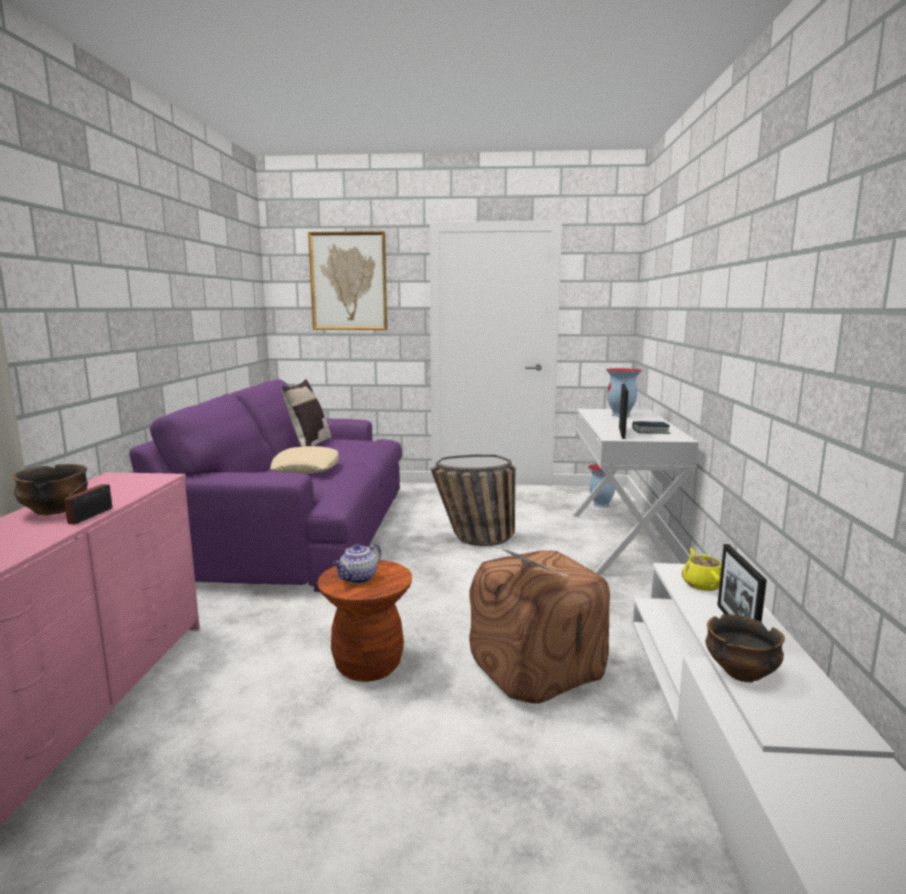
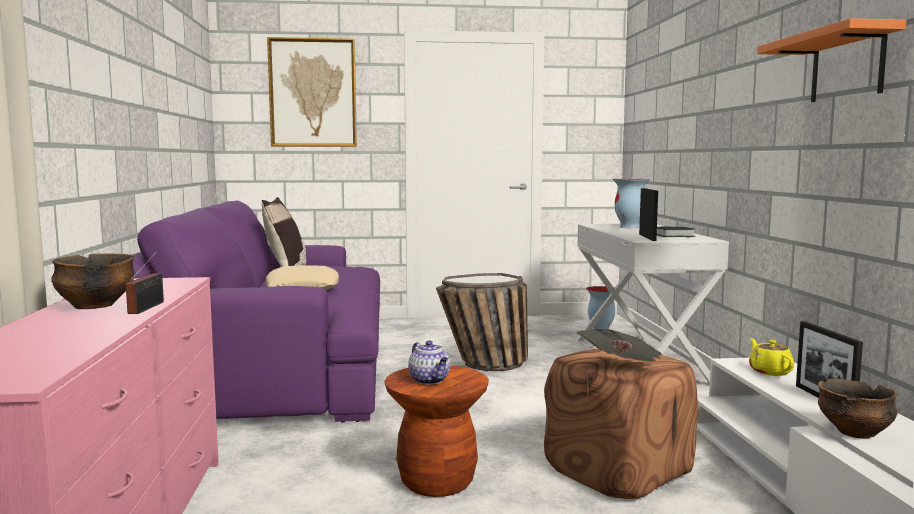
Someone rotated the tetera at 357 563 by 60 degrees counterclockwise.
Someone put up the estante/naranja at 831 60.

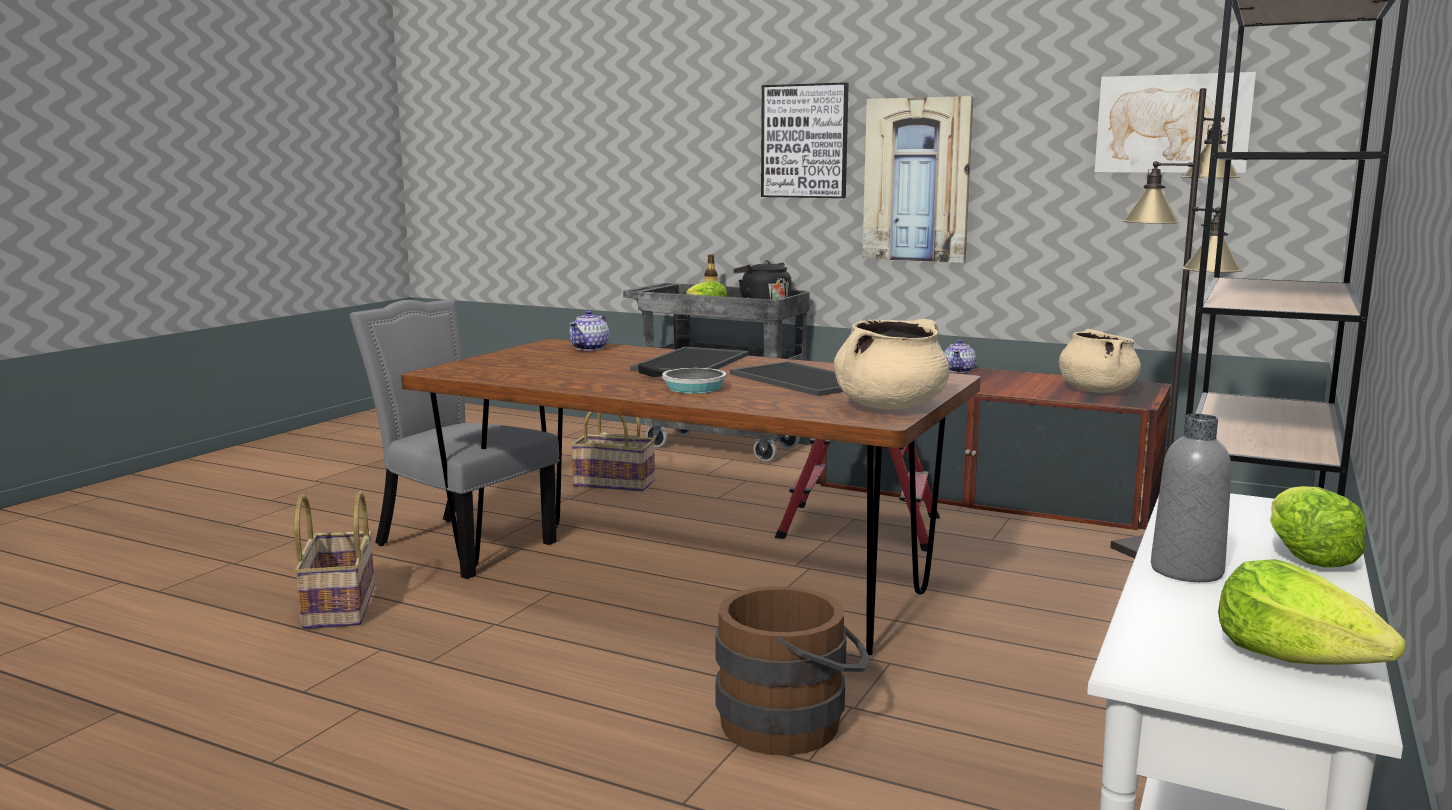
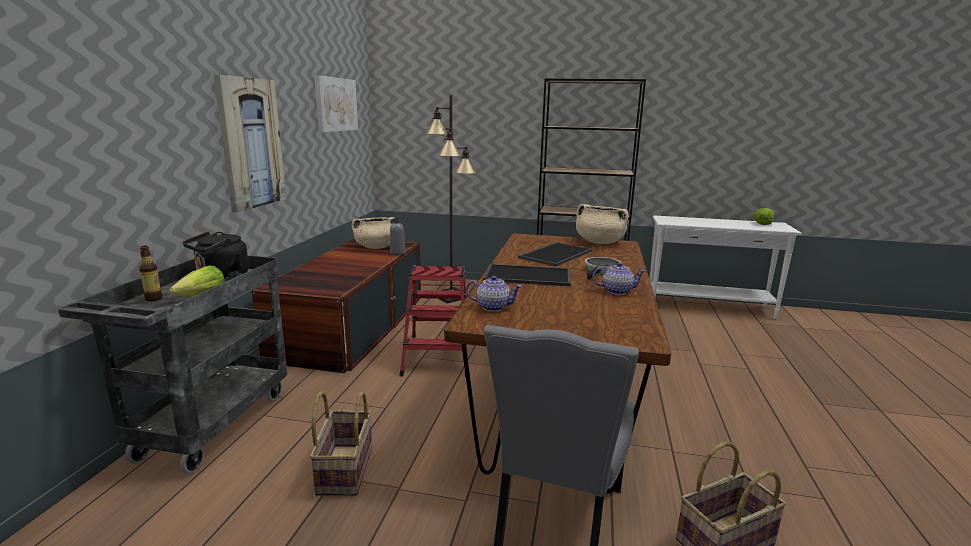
Someone took away the cuadro at 805 140.
Someone carried the tetera from 960 356 to 619 278.
Someone carried the botella/gris from 1191 498 to 397 236.
Someone took away the lechuga at 1318 527.
Someone took away the cubo/marrón at 792 671.

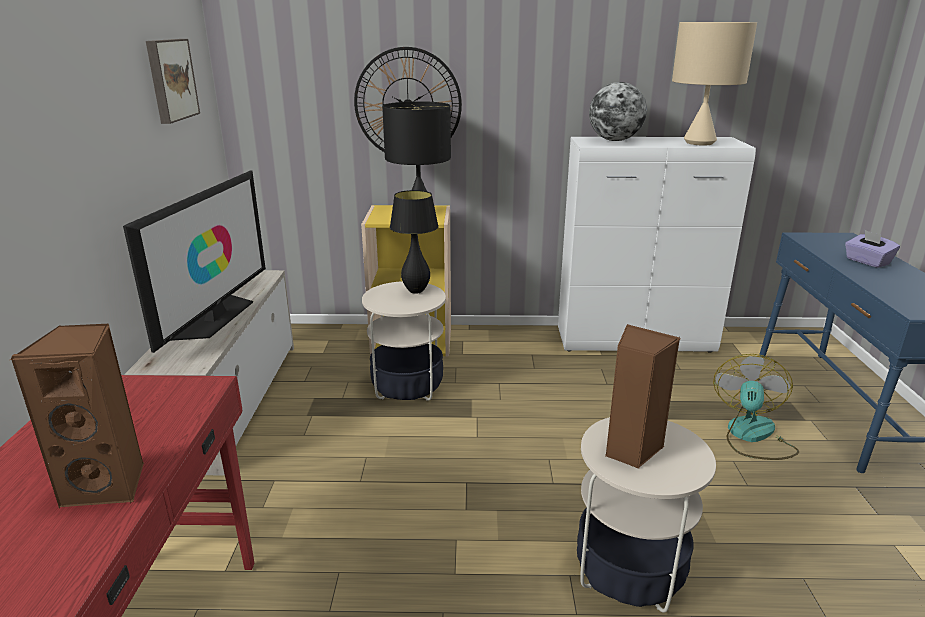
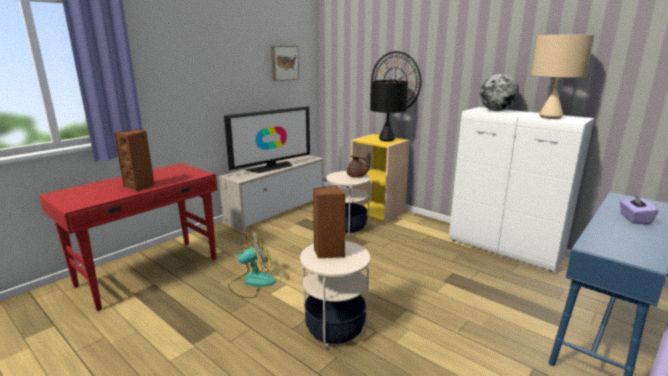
Someone swapped the lámpara de mesa/negro at 414 242 for the tetera/marrón at 359 165.
Someone carried the ventilador from 756 407 to 252 264.

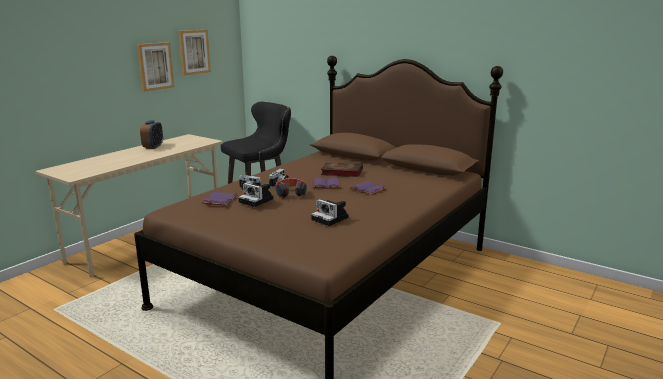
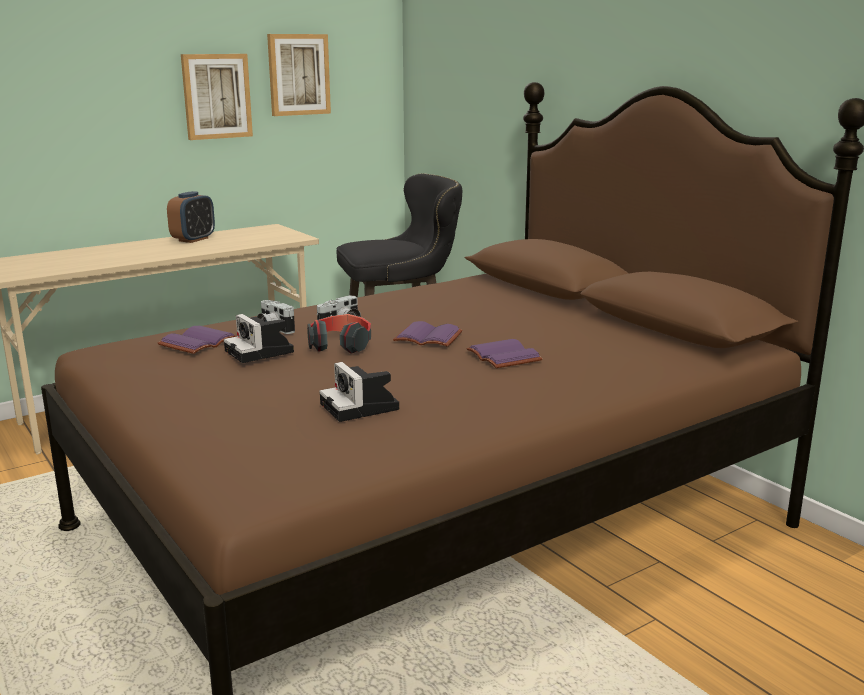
Someone took away the libro at 342 169.

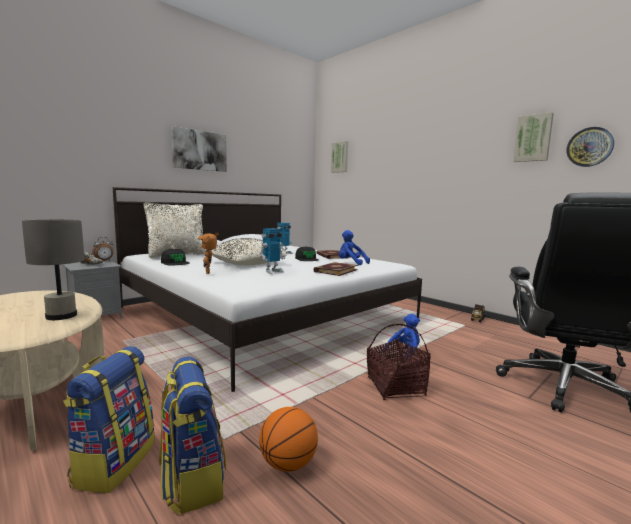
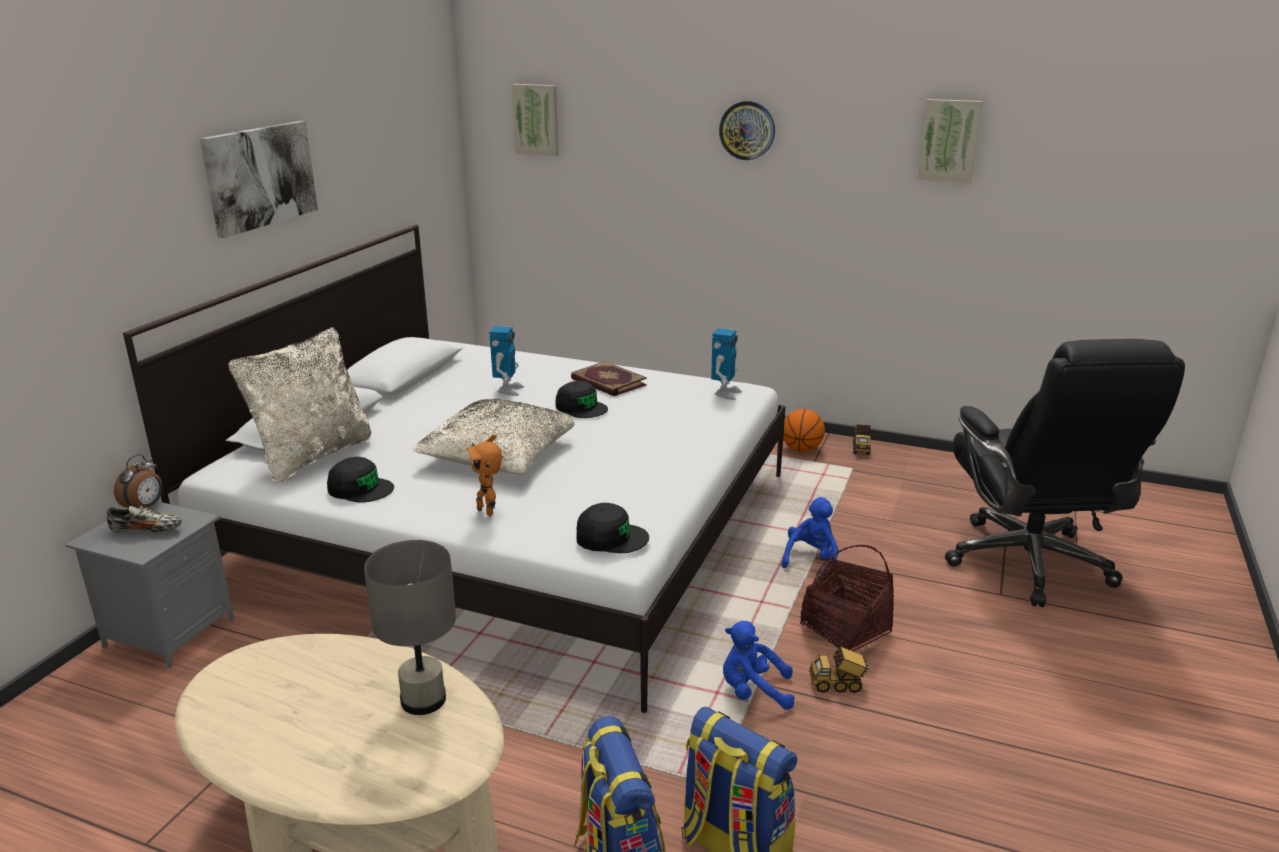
Someone carried the reloj de pared from 590 147 to 747 130.
Someone carried the robot de juguete from 272 251 to 726 364.
Someone carried the peluche/azul from 354 248 to 759 665.
Someone took away the libro at 335 269.
Someone carried the balón de baloncesto from 288 439 to 804 430.
Someone put down the gorra/negro at 612 528.
Someone put down the camión de juguete at 839 669.

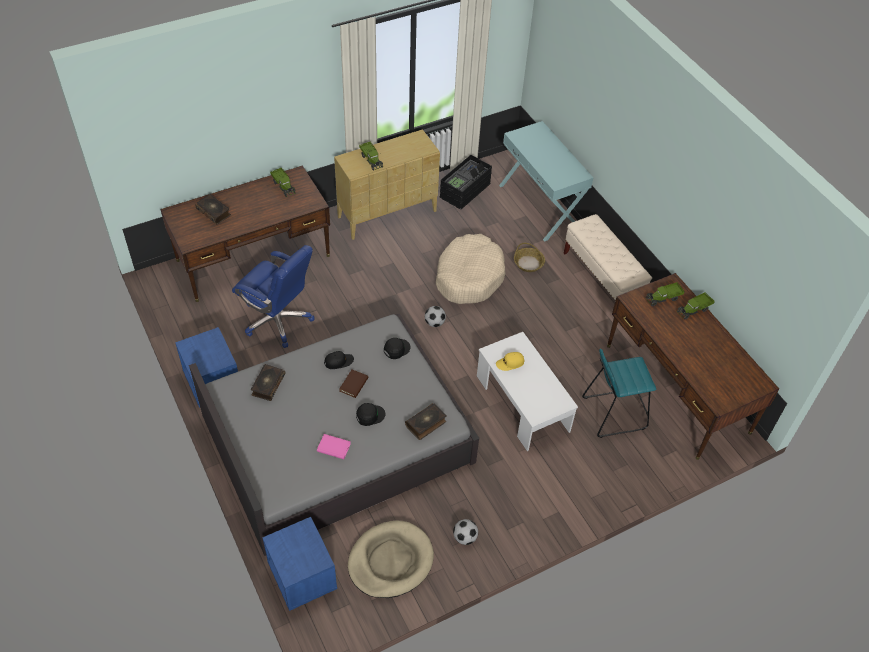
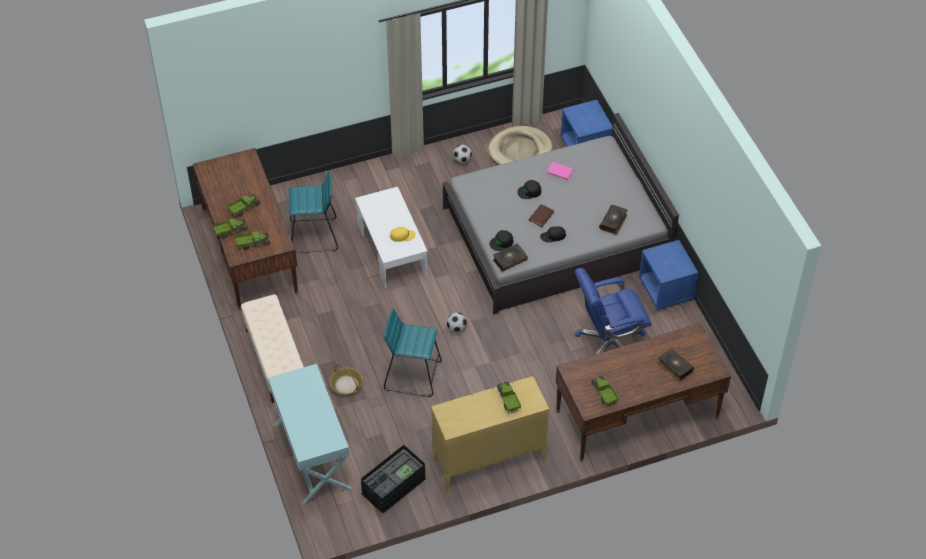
Someone swapped the cama para perro/beis at 470 269 for the taburete/turquesa at 413 352.
Someone rotated the silla de oficina/azul at 273 296 by 60 degrees counterclockwise.
Someone carried the libro from 425 421 to 510 257.
Someone put down the camión de juguete at 244 205.

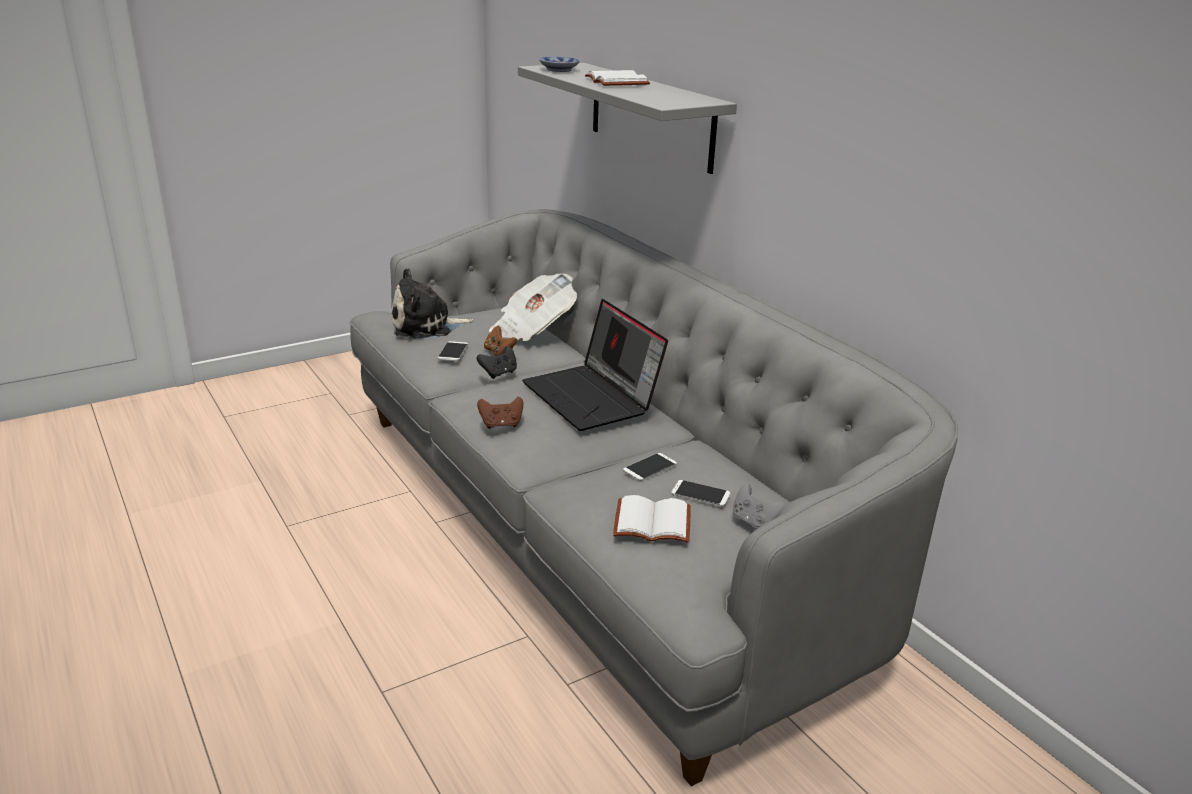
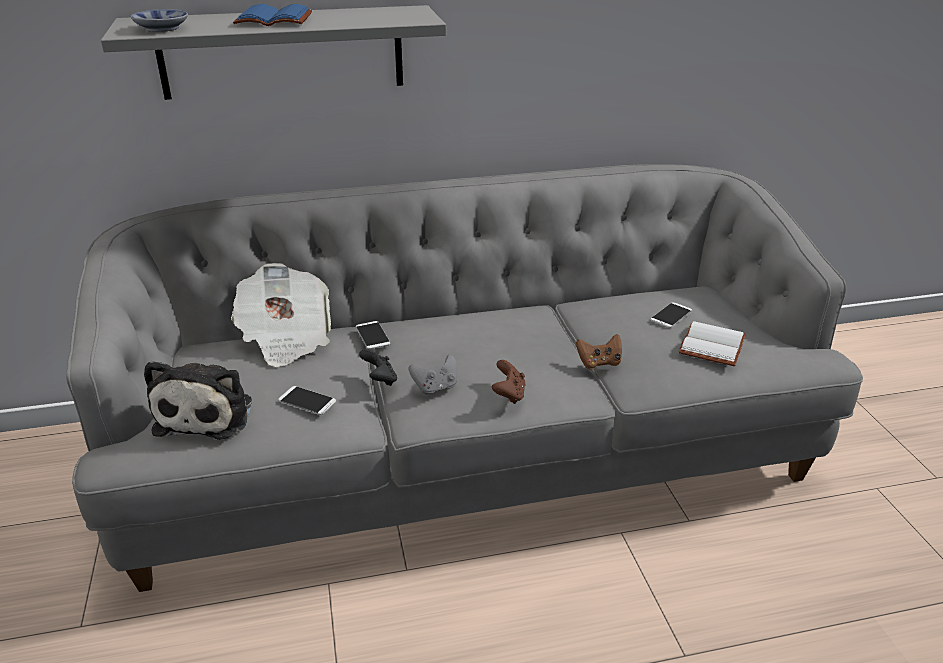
Someone repainted the libro/blanco at 617 78, which became the libro/azul at 272 15.
Someone took away the portátil at 595 365.
Someone carried the mando de consola/marrón from 500 341 to 599 351.
Someone carried the móvil from 650 467 to 373 335.
Someone carried the mando de consola/gris from 759 506 to 432 375.

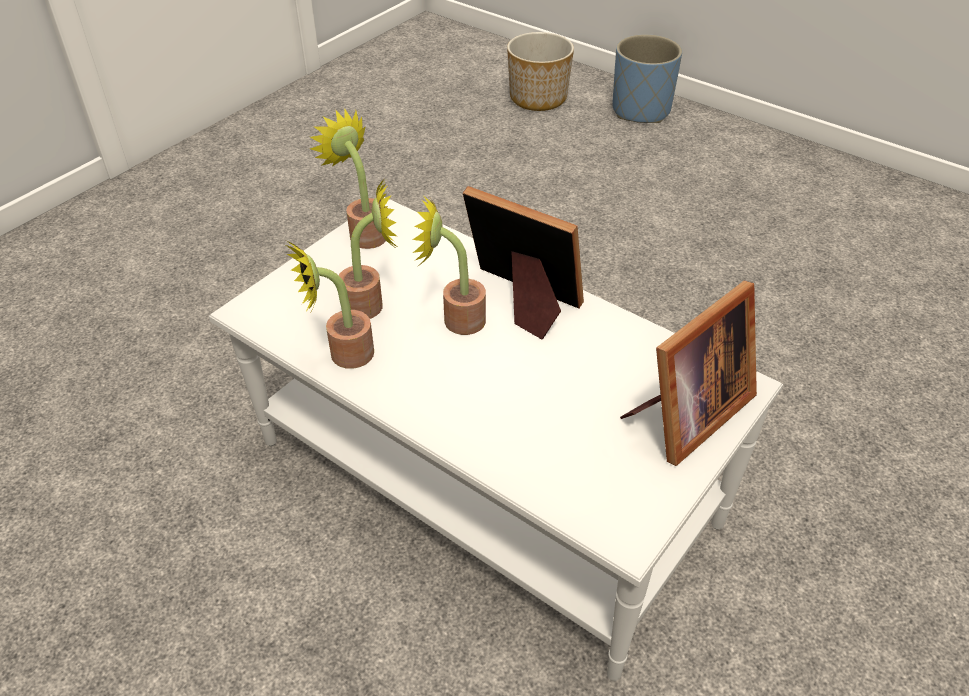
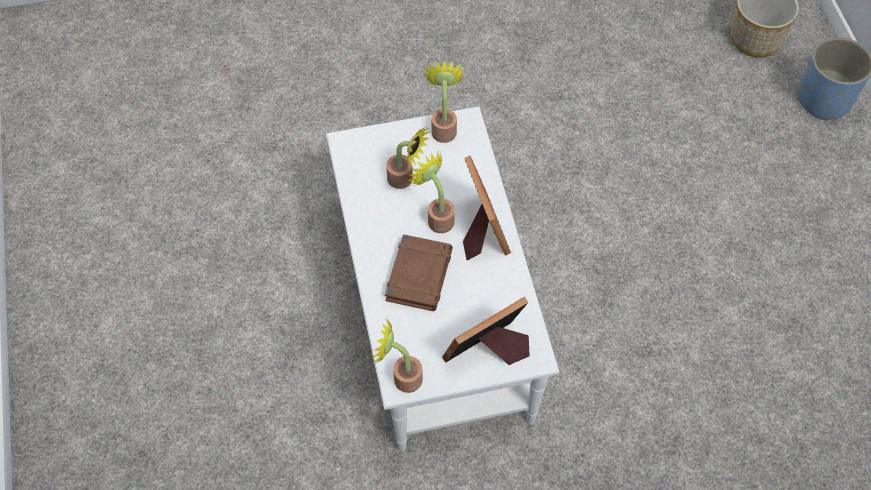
Someone carried the planta en maceta from 330 304 to 397 355.
Someone rotated the portarretratos at 688 373 by 150 degrees clockwise.
Someone put down the libro/marrón at 419 272.

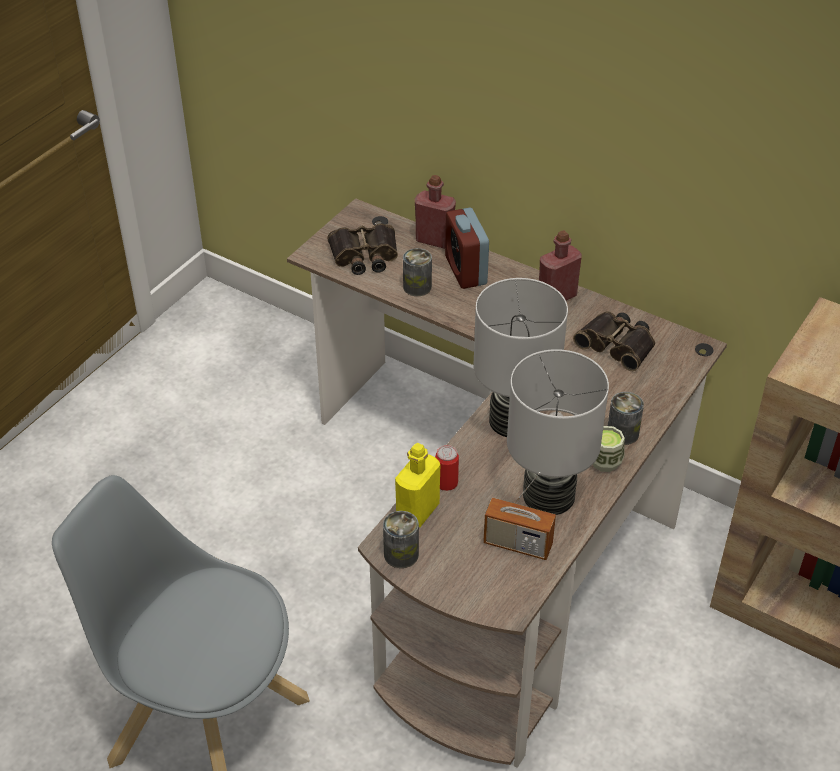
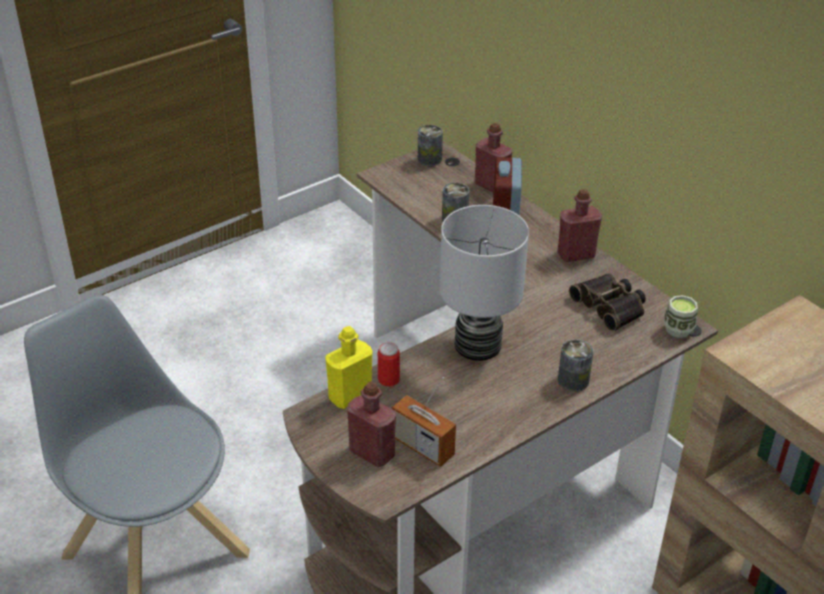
Someone took away the prismáticos at 362 249.
Someone took away the lámpara de mesa/gris at 558 432.
Someone carried the taza from 609 449 to 681 316.
Someone carried the lata from 401 539 to 430 145.
Someone put down the botella/rojo at 371 424.

